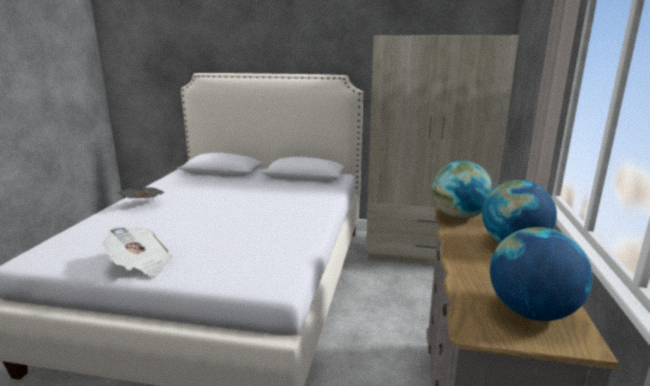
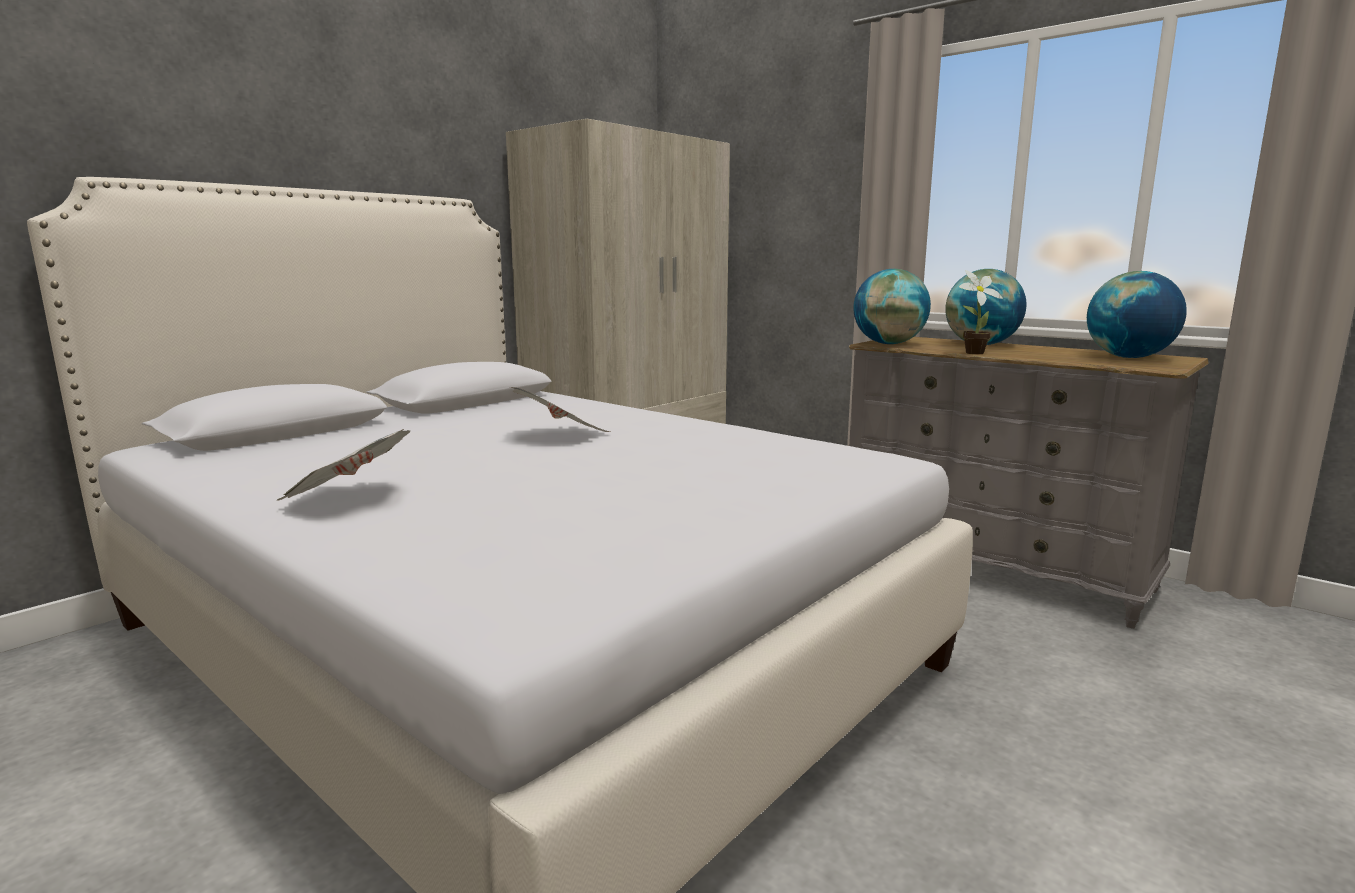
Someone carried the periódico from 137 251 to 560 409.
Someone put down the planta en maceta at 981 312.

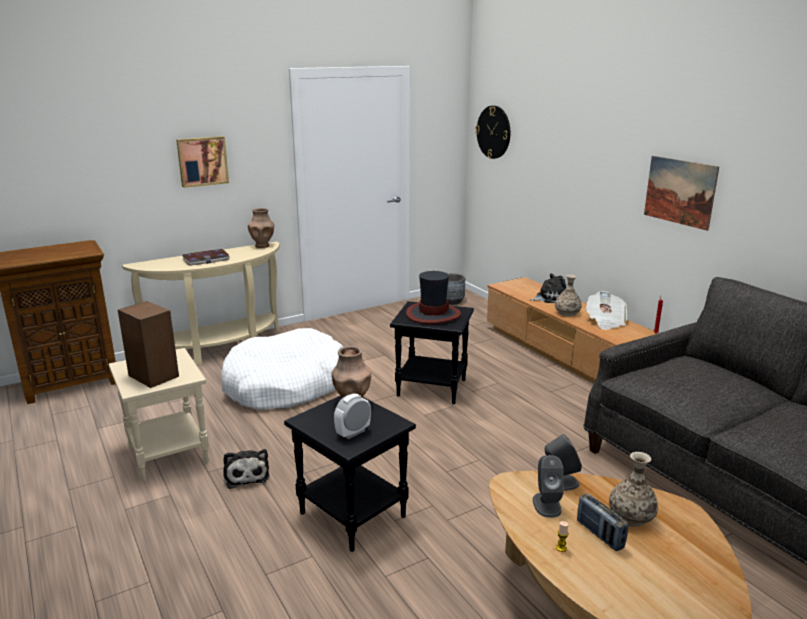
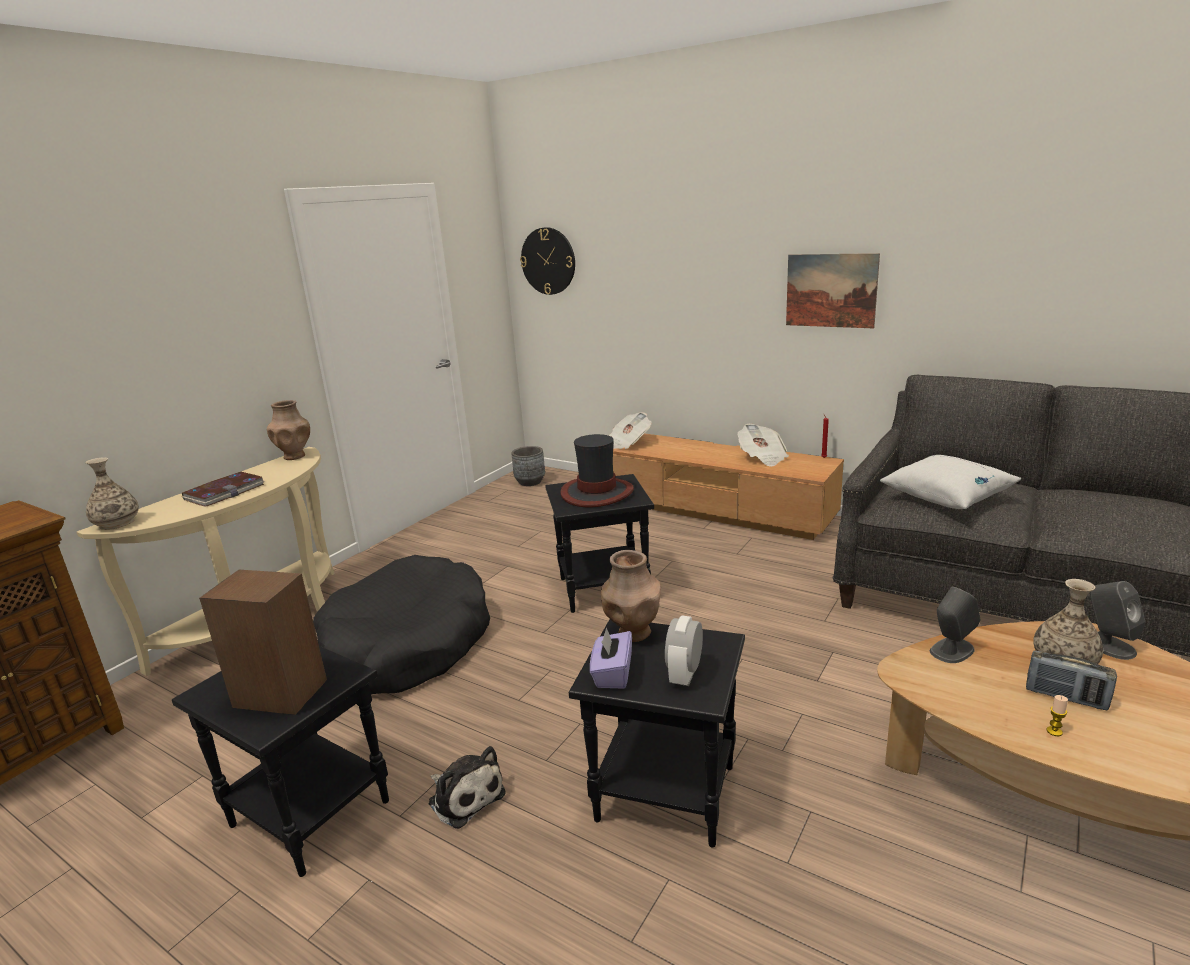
Someone took away the cuadro at 202 162.
Someone took away the peluche at 548 288.
Someone carried the florero from 568 296 to 112 493.
Someone repainted the cama para perro/blanco at 282 369, which became the cama para perro/negro at 401 624.
Someone repainted the mesa auxiliar/beis at 159 415, which became the mesa auxiliar/negro at 280 761.
Someone carried the altavoz/gris from 548 486 to 1117 620.
Someone put down the periódico at 630 430.
Someone put down the cojín/gris at 950 482.
Someone put down the caja de pañuelos/morado at 611 658.

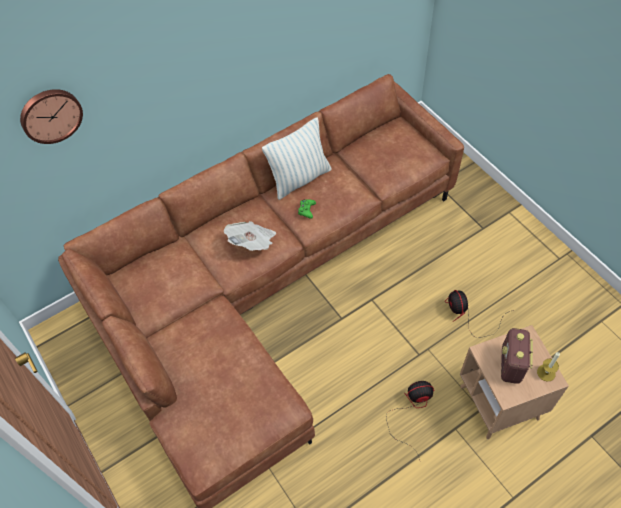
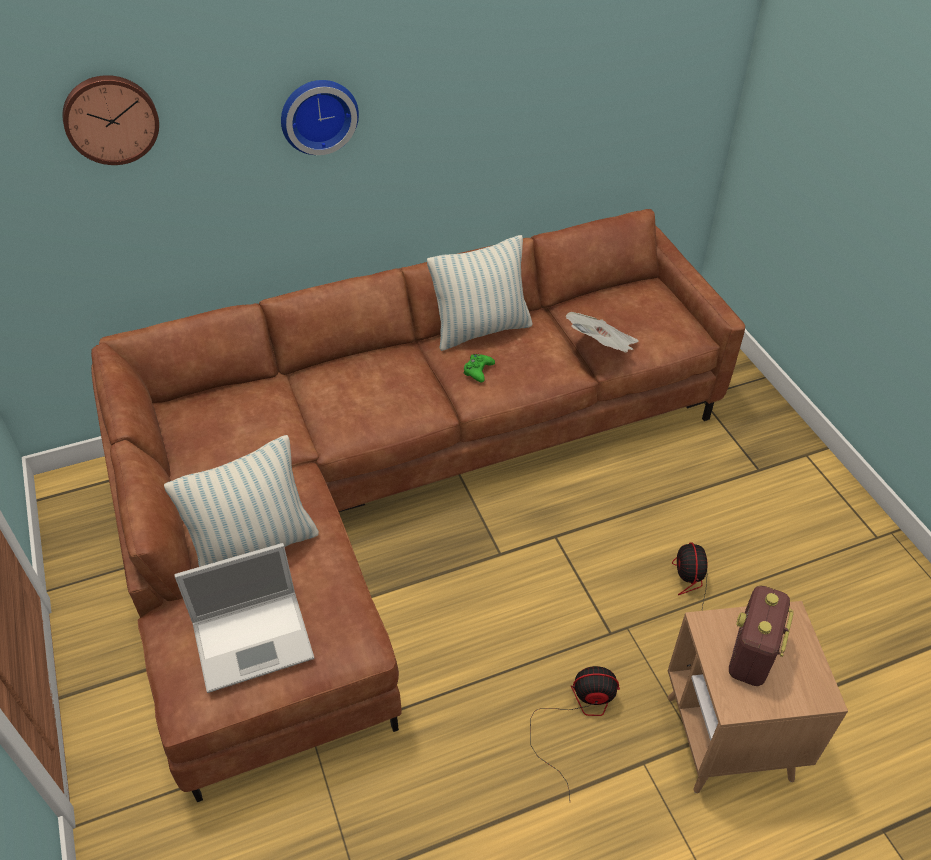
Someone carried the periódico from 250 236 to 602 332.
Someone took away the vela at 548 366.
Someone put up the reloj de pared at 320 117.
Someone put down the cojín at 241 501.
Someone put down the portátil at 244 618.

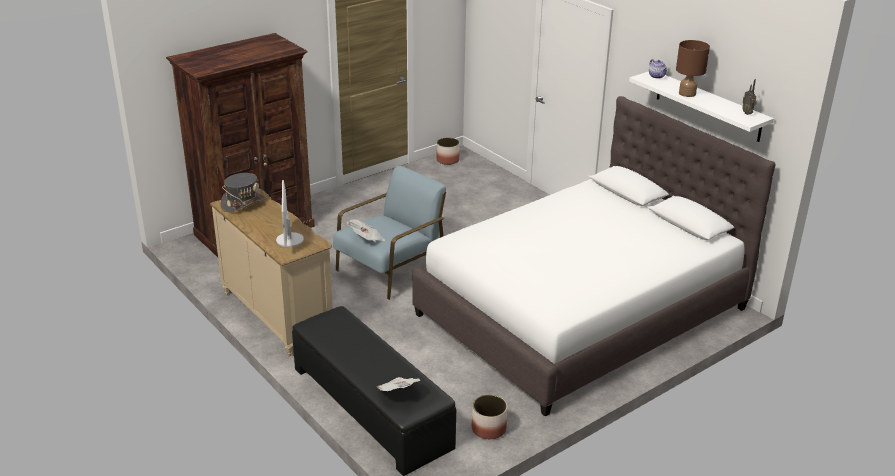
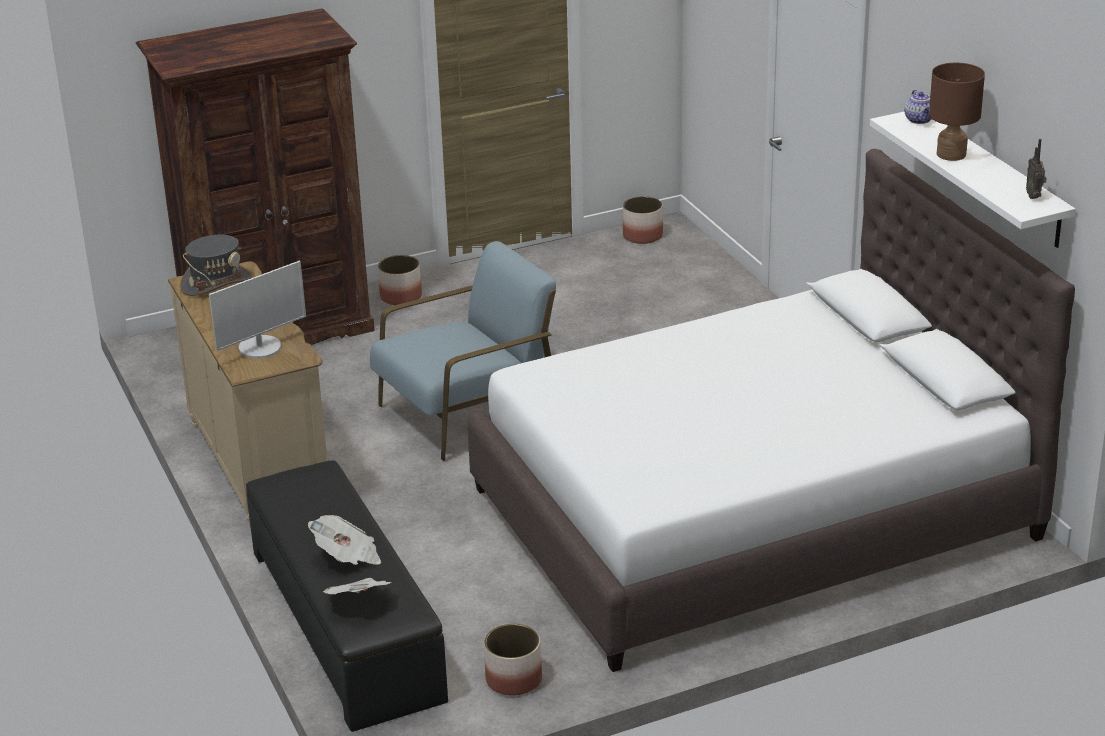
Someone rotated the monitor at 290 213 by 135 degrees counterclockwise.
Someone carried the periódico from 366 230 to 344 540.
Someone put down the maceta at 400 280.

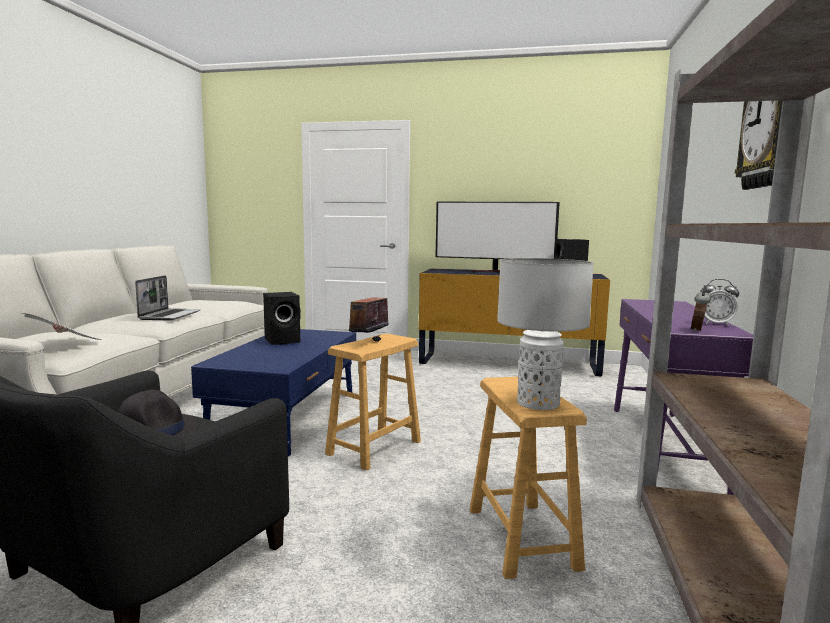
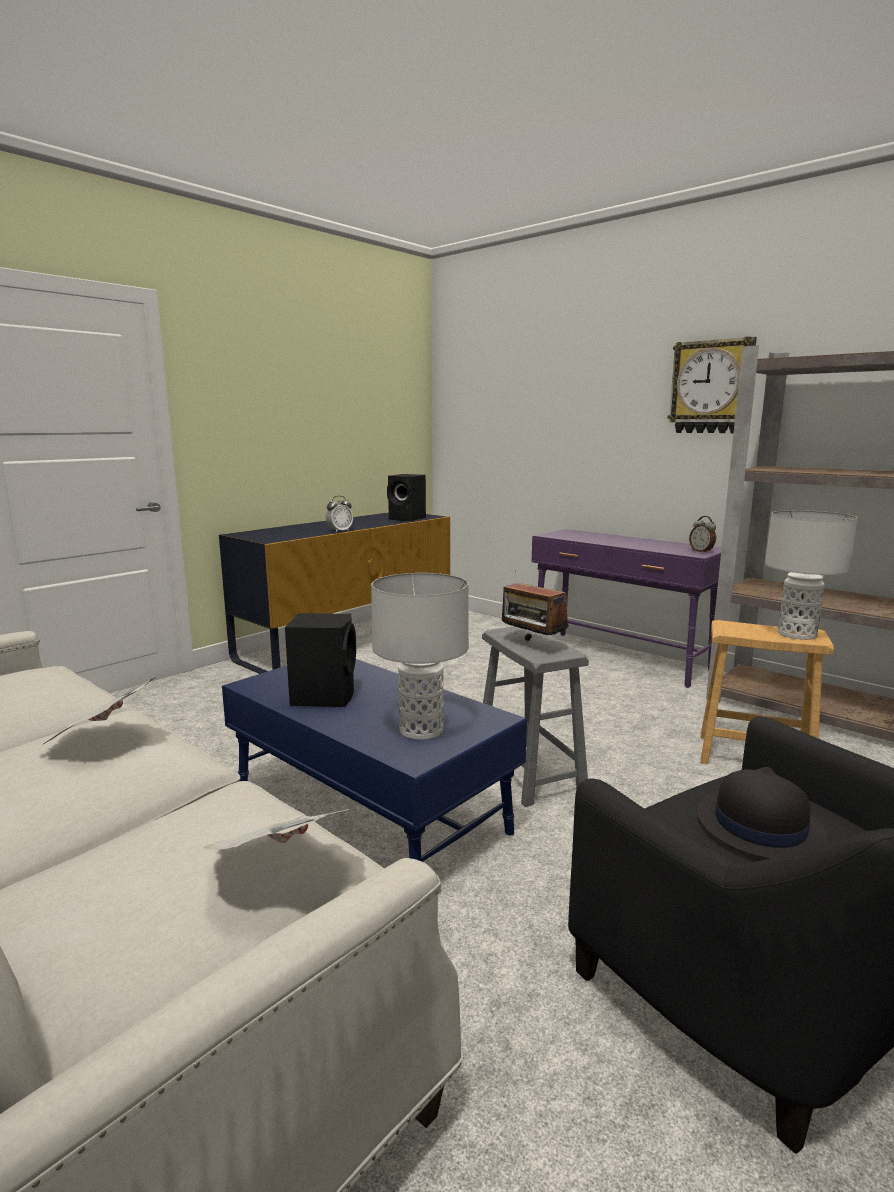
Someone took away the televisor at 498 237.
Someone swapped the portátil at 168 298 for the periódico at 100 710.
Someone carried the despertador from 719 302 to 339 514.
Someone repainted the taburete/marrón at 373 402, which became the taburete/gris at 535 716.
Someone put down the lámpara de mesa/blanco at 420 656.

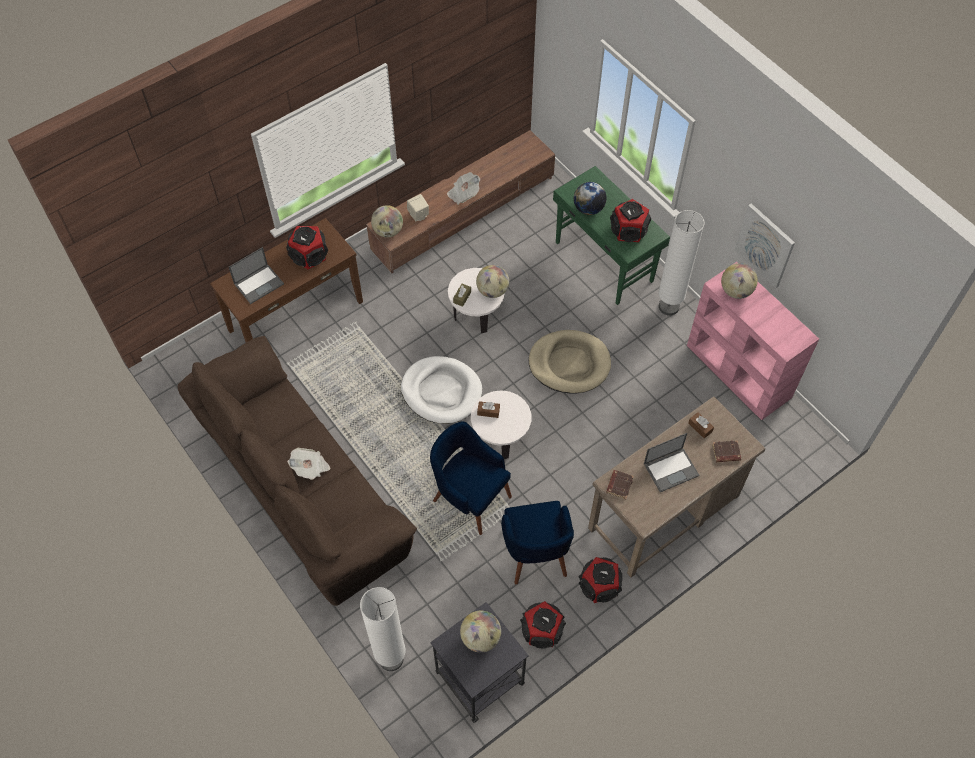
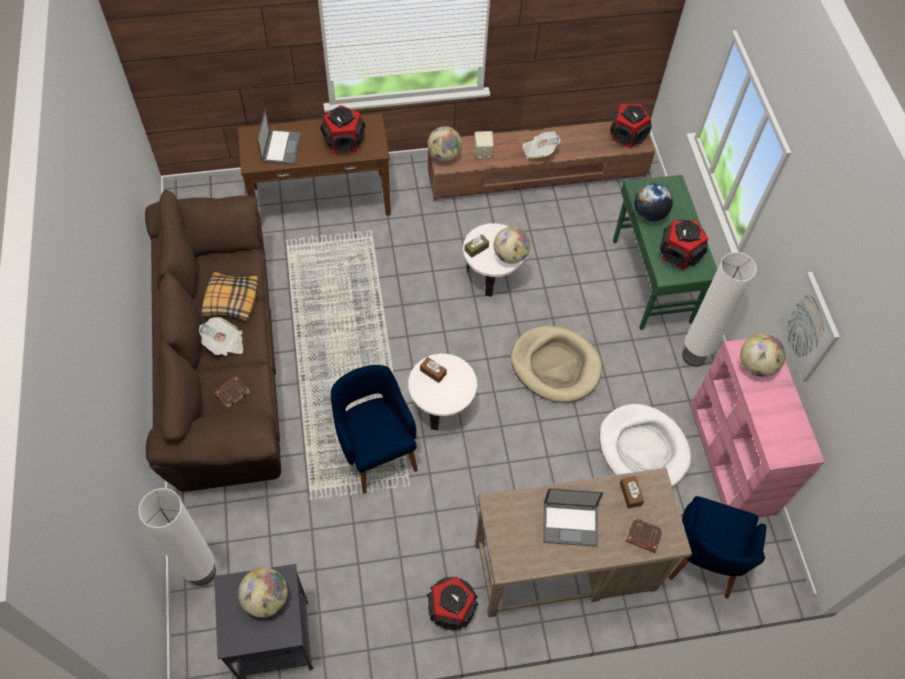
Someone rotated the portátil at 256 275 by 75 degrees counterclockwise.
Someone carried the cama para perro/blanco from 441 390 to 645 445.
Someone carried the libro/marrón from 620 484 to 232 392.
Someone carried the sillón/azul from 537 542 to 717 547.
Someone carried the altavoz from 543 625 to 631 126.
Someone put down the cojín at 230 296.

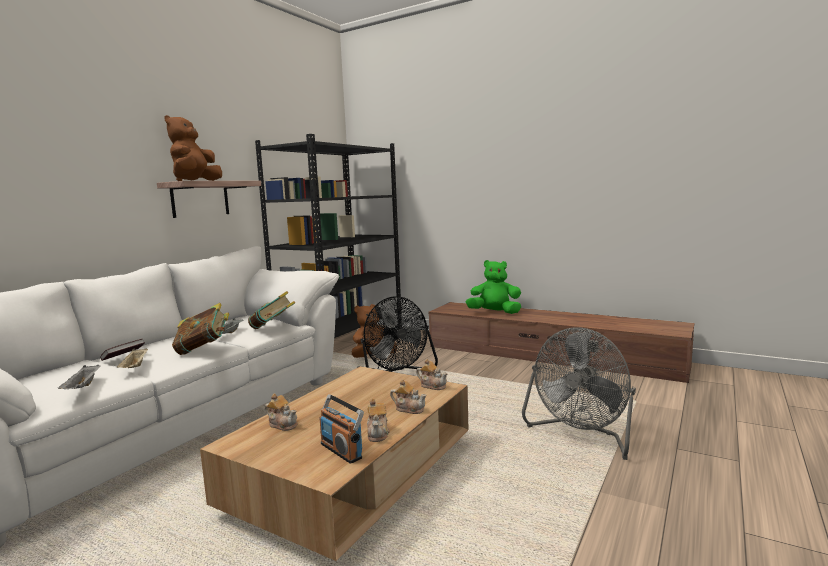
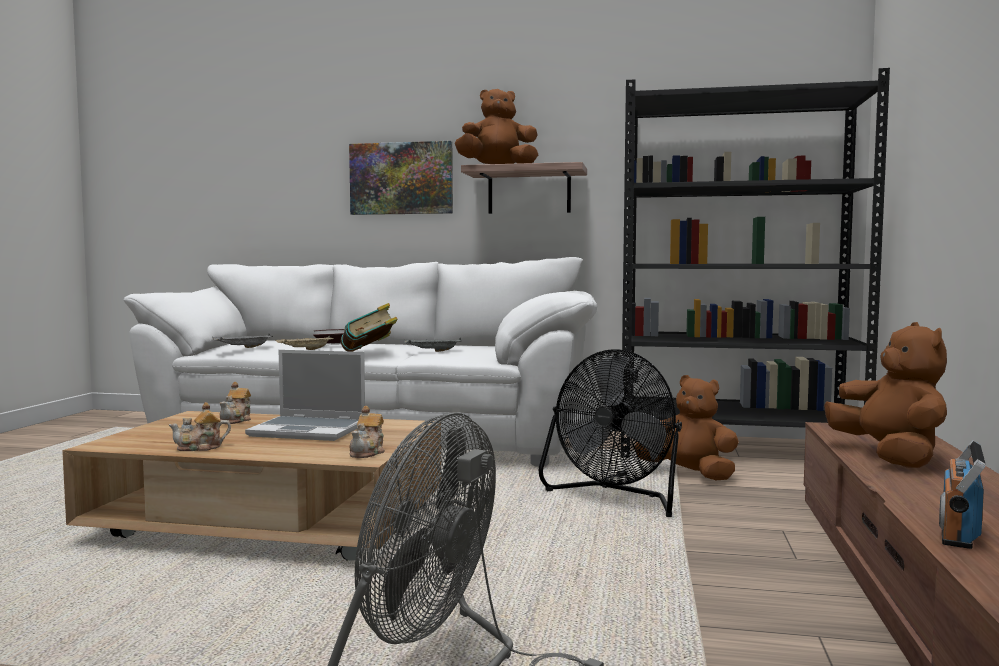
Someone repainted the peluche/verde at 493 287, which became the peluche/marrón at 885 395.
Someone took away the libro at 271 310.
Someone took away the tetera at 408 396.
Someone carried the radio from 342 429 to 962 494.
Someone put up the cuadro at 401 178.
Someone put down the portátil at 305 395.

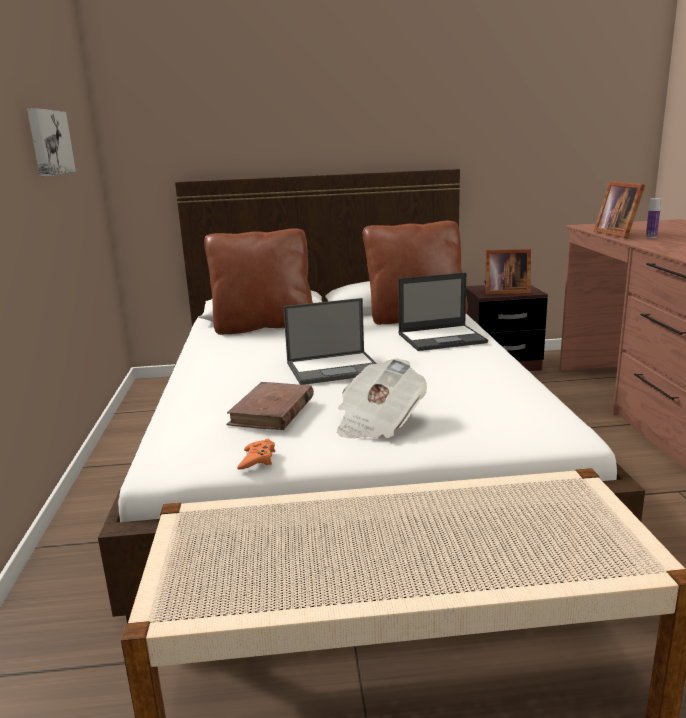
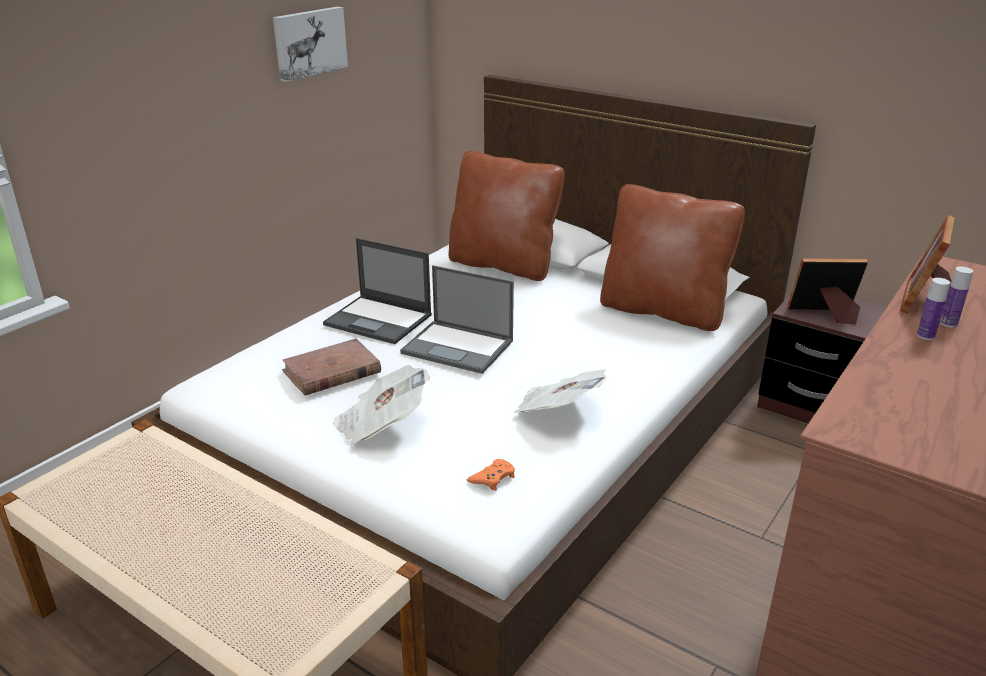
Someone rotated the portarretratos at 507 271 by 135 degrees clockwise.
Someone carried the portátil from 443 312 to 377 291.
Someone carried the mando de consola/naranja from 256 454 to 491 475.
Someone put down the botella at 933 309.
Someone put down the periódico at 560 391.

